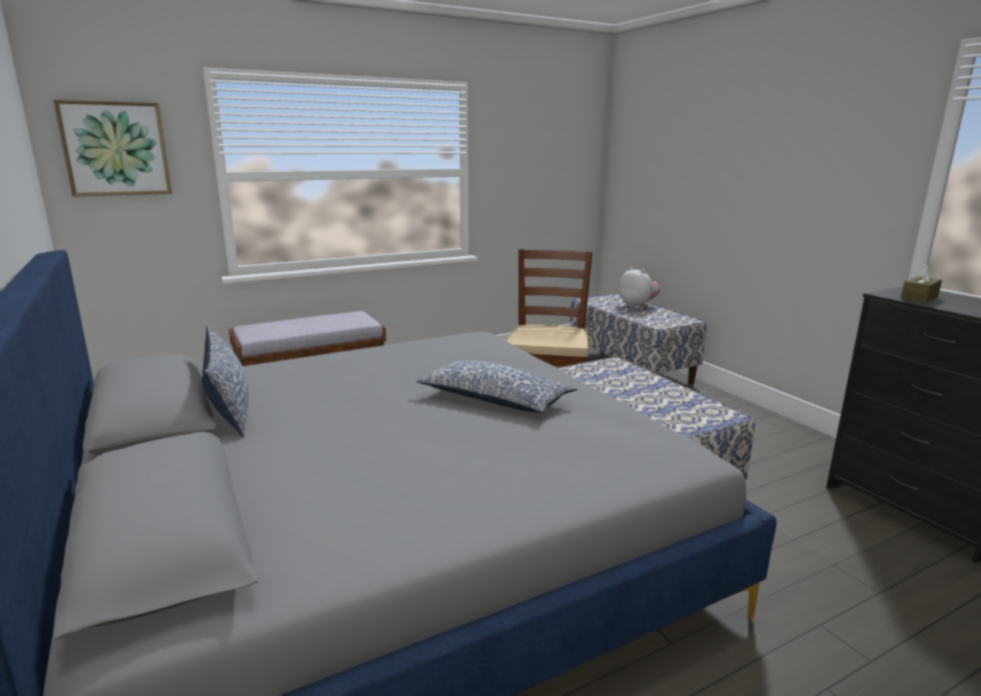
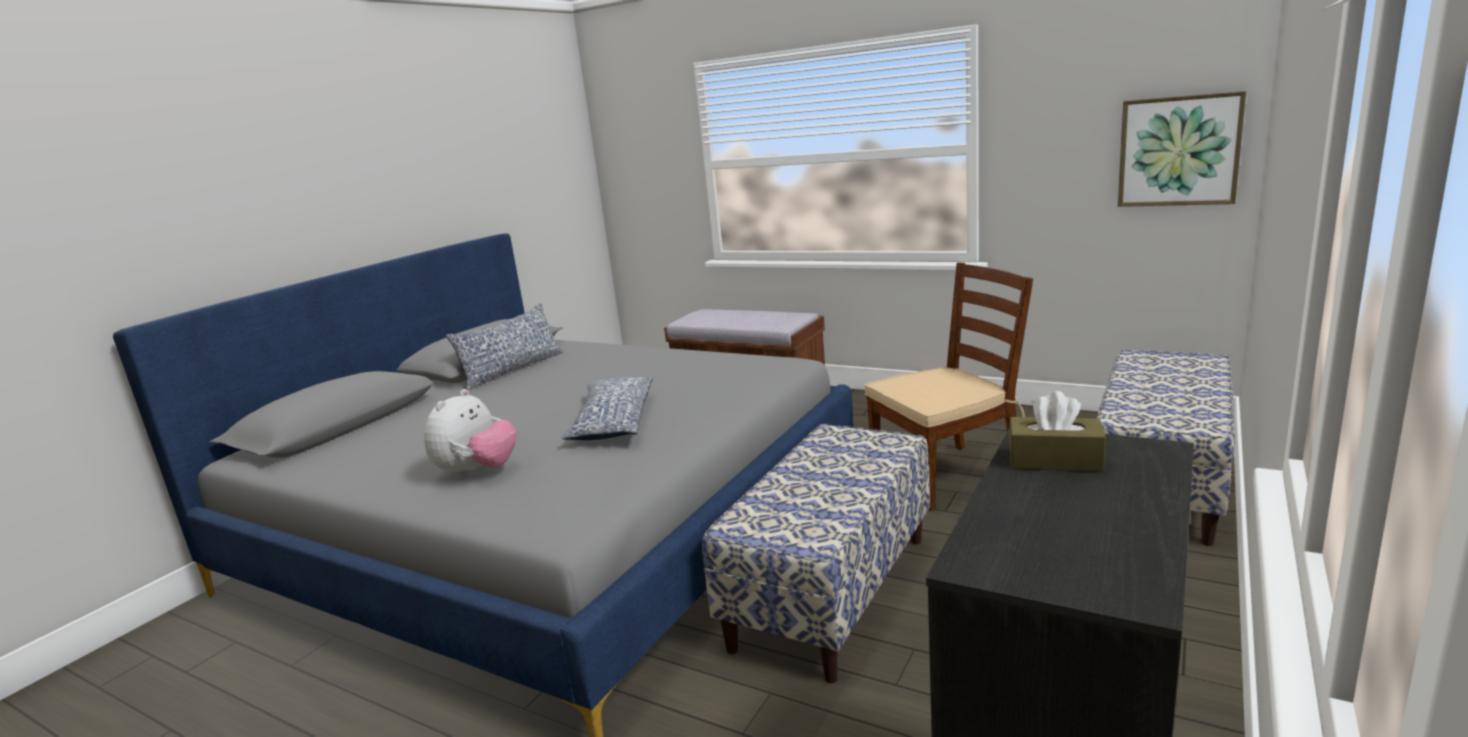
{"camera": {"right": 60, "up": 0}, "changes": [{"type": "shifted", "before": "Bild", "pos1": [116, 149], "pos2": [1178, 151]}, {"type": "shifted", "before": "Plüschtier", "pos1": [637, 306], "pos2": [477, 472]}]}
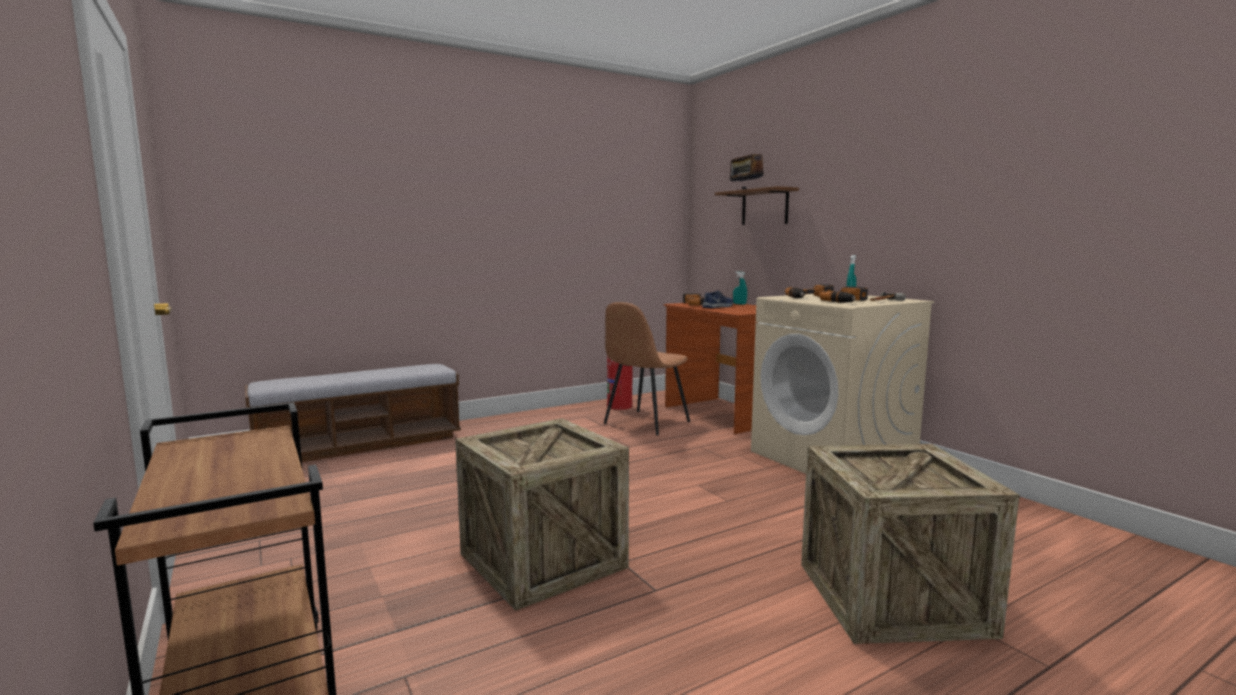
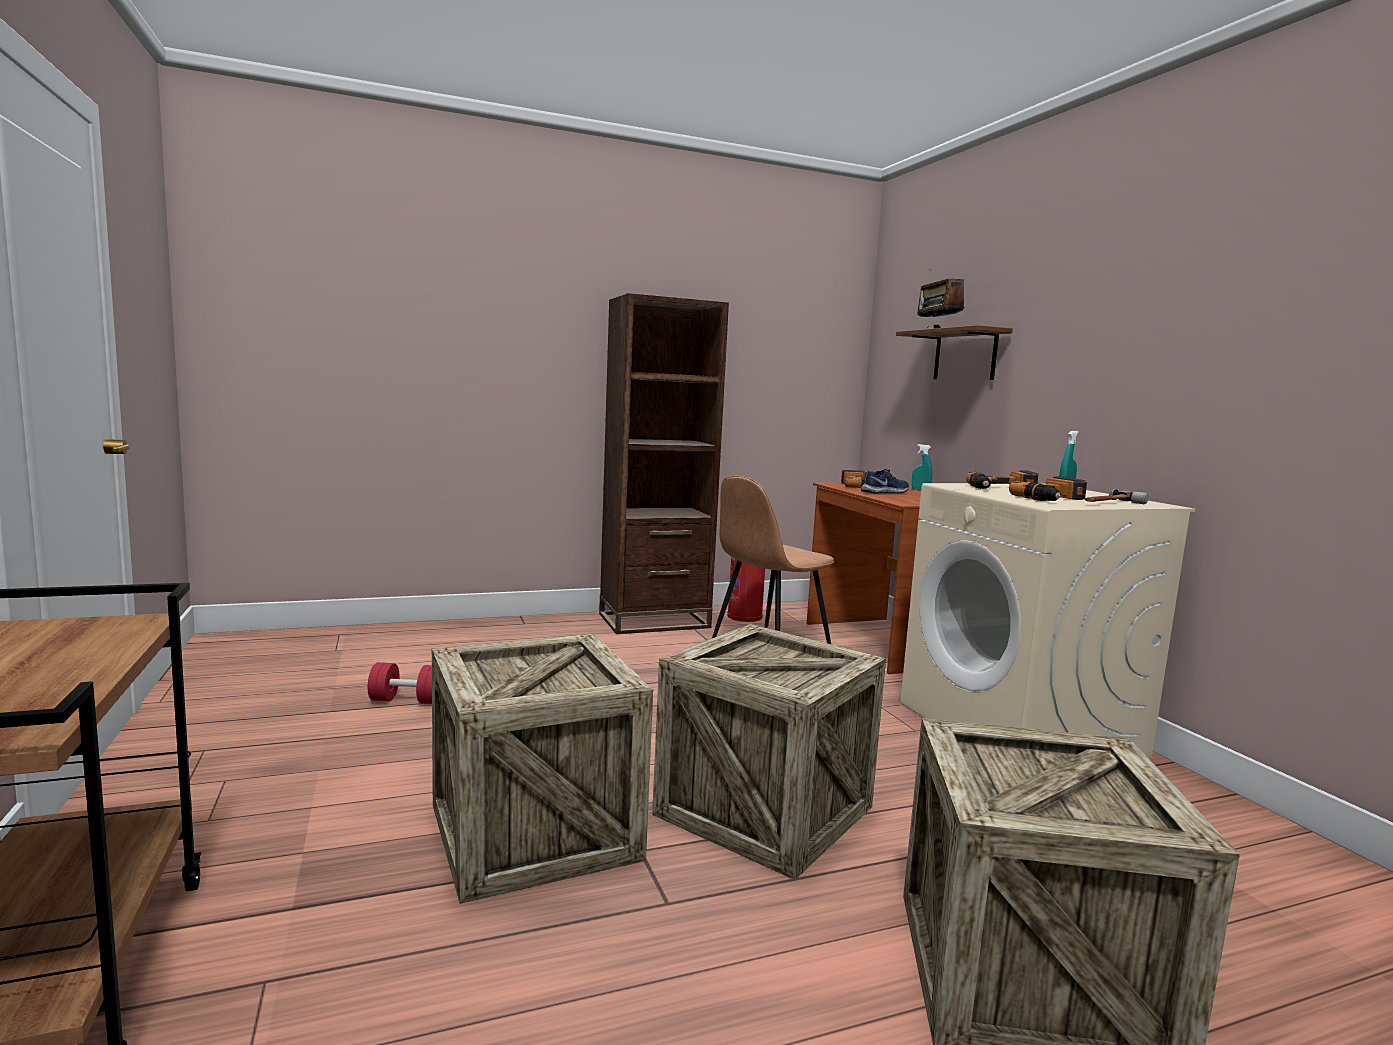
{"camera": {"right": 10, "up": 0}, "changes": [{"type": "gone", "before": "Bank", "pos1": [361, 445]}, {"type": "new", "after": "Bücherregal (braun)", "pos2": [654, 621]}, {"type": "new", "after": "Kiste", "pos2": [764, 811]}, {"type": "new", "after": "Hantel (rot)", "pos2": [407, 700]}]}
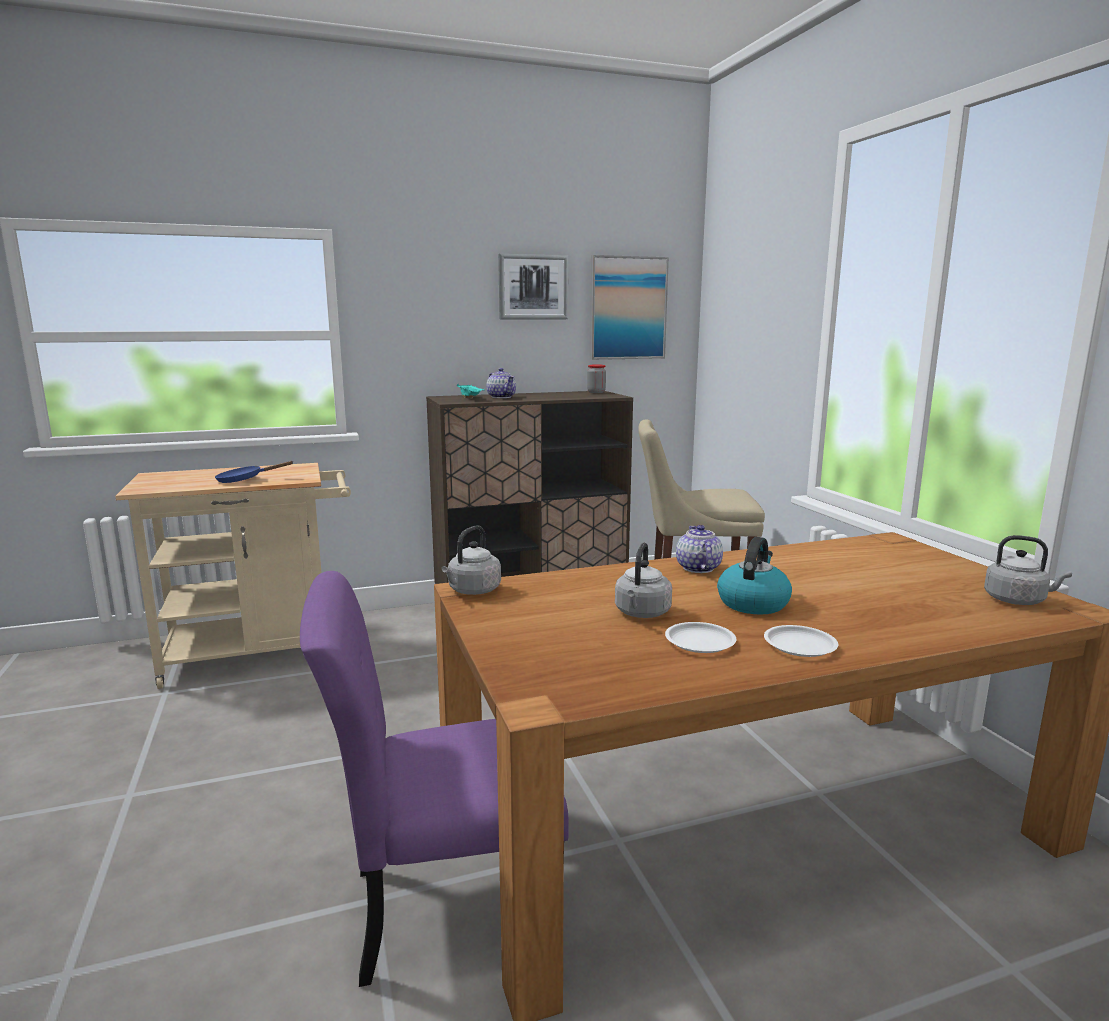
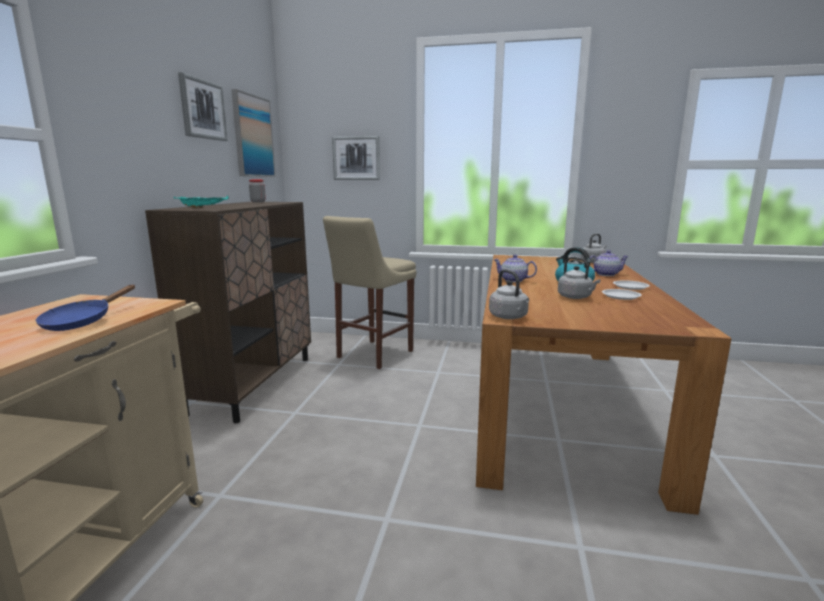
{"camera": {"right": -60, "up": 0}, "changes": [{"type": "shifted", "before": "Teekanne", "pos1": [501, 397], "pos2": [605, 274]}, {"type": "gone", "before": "Stuhl (lila)", "pos1": [443, 906]}, {"type": "new", "after": "Bild", "pos2": [356, 158]}]}
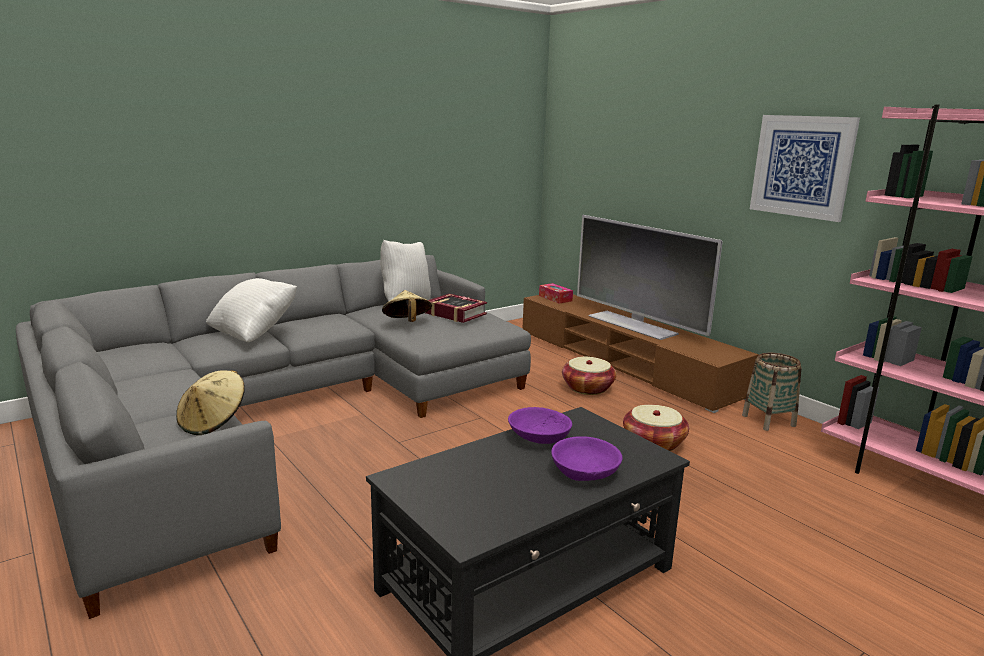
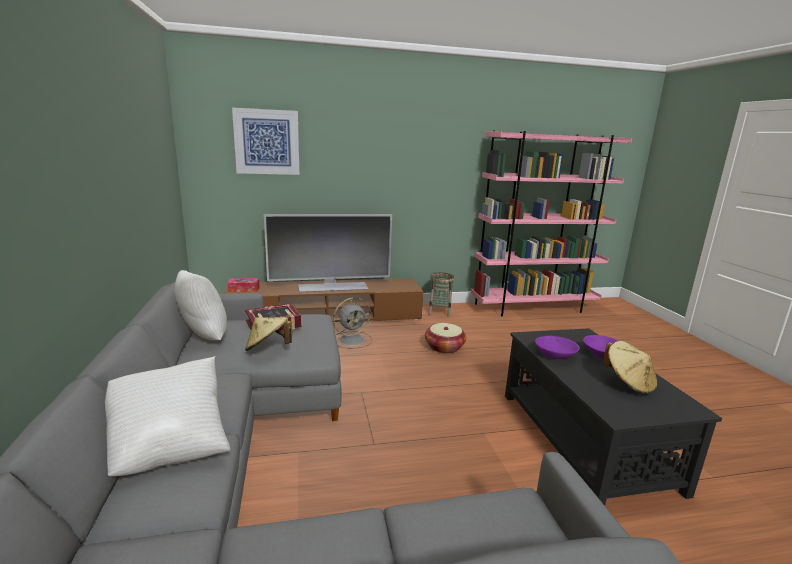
{"camera": {"right": -65, "up": 0}, "changes": [{"type": "shifted", "before": "Bild", "pos1": [802, 166], "pos2": [267, 142]}, {"type": "swapped", "before": "Korb", "after": "Ventilator (grau)", "pos1": [587, 388], "pos2": [353, 340]}, {"type": "shifted", "before": "Hut (beige)", "pos1": [213, 422], "pos2": [628, 383]}]}
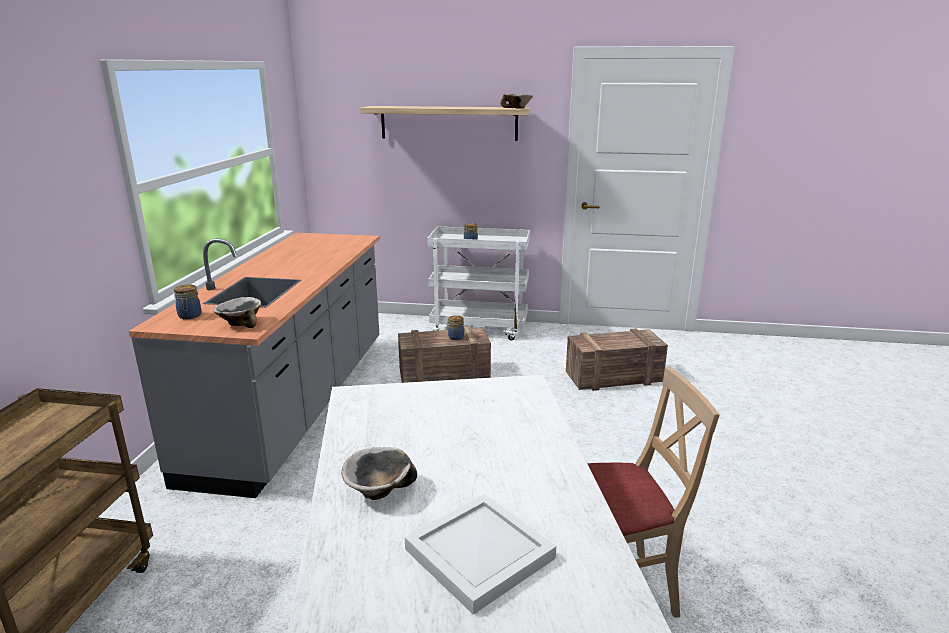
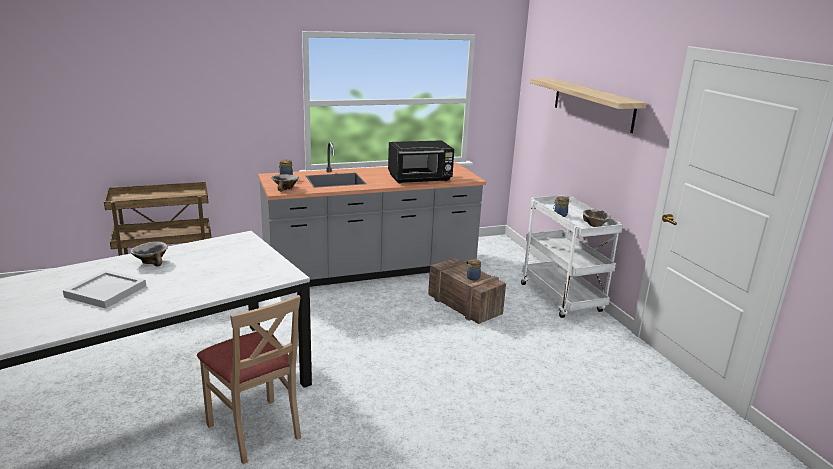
{"camera": {"right": 60, "up": 0}, "changes": [{"type": "shifted", "before": "Schüssel", "pos1": [517, 108], "pos2": [595, 225]}, {"type": "gone", "before": "Kiste", "pos1": [614, 377]}, {"type": "new", "after": "Mikrowelle (schwarz)", "pos2": [420, 179]}]}
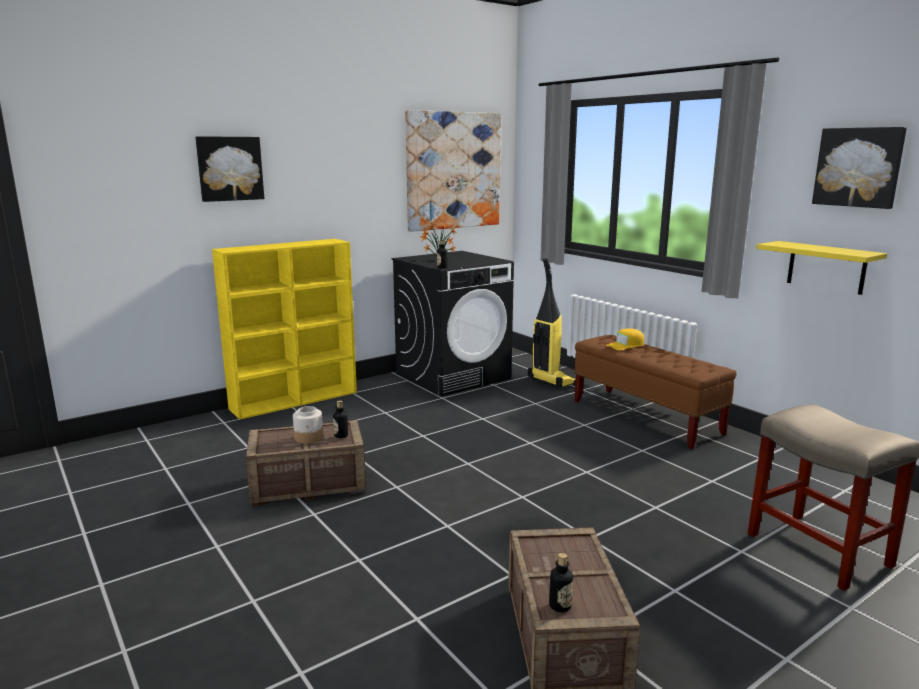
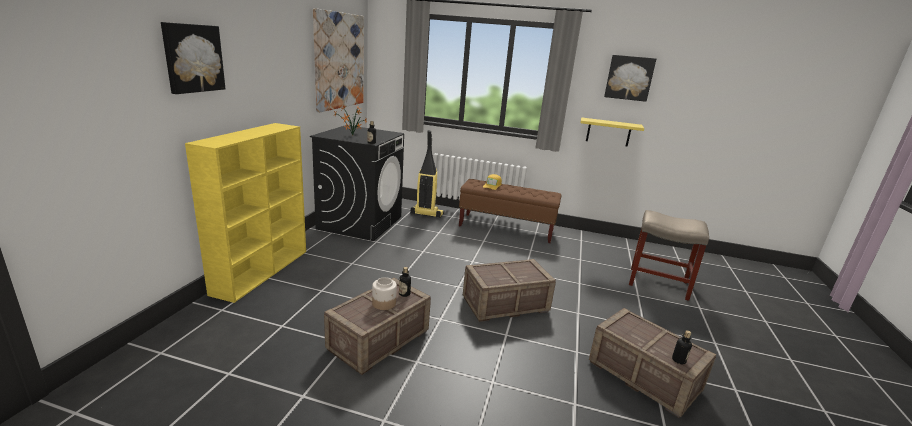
{"camera": {"right": -40, "up": 5}, "changes": [{"type": "new", "after": "Kiste", "pos2": [505, 304]}]}
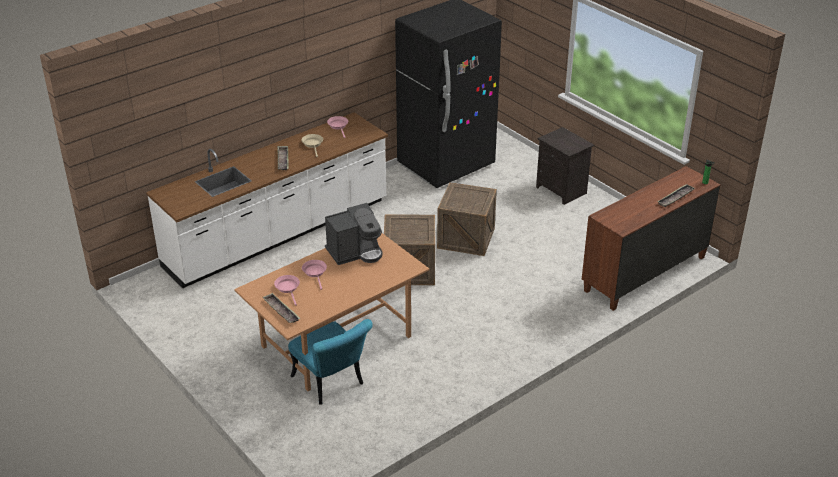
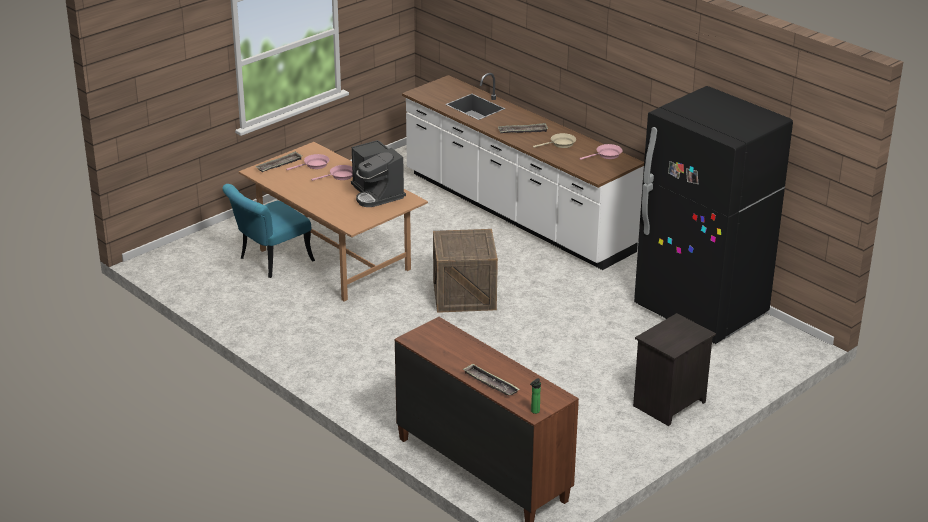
{"camera": {"right": 85, "up": -5}, "changes": [{"type": "gone", "before": "Kiste", "pos1": [466, 238]}]}
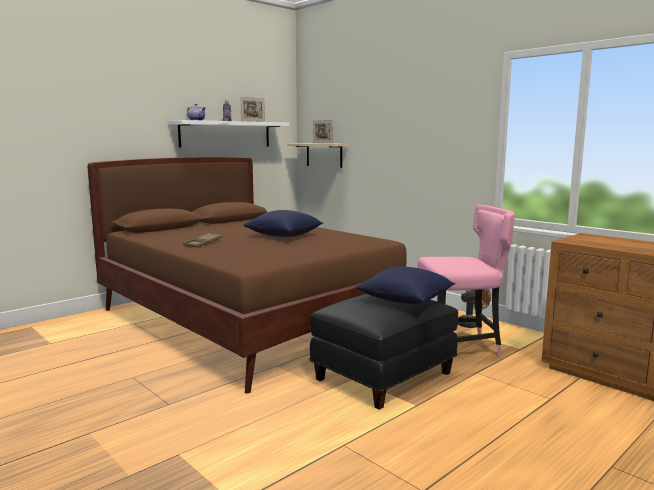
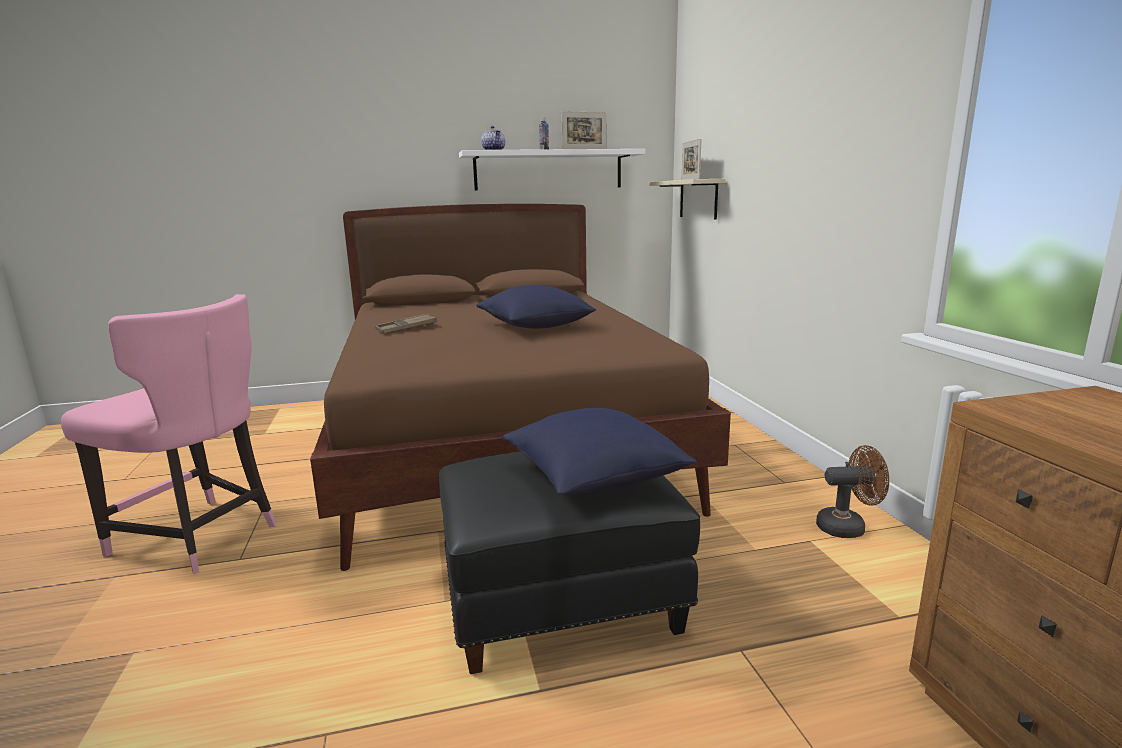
{"camera": {"right": 30, "up": 5}, "changes": [{"type": "shifted", "before": "Stuhl (rosa)", "pos1": [461, 346], "pos2": [200, 538]}]}
